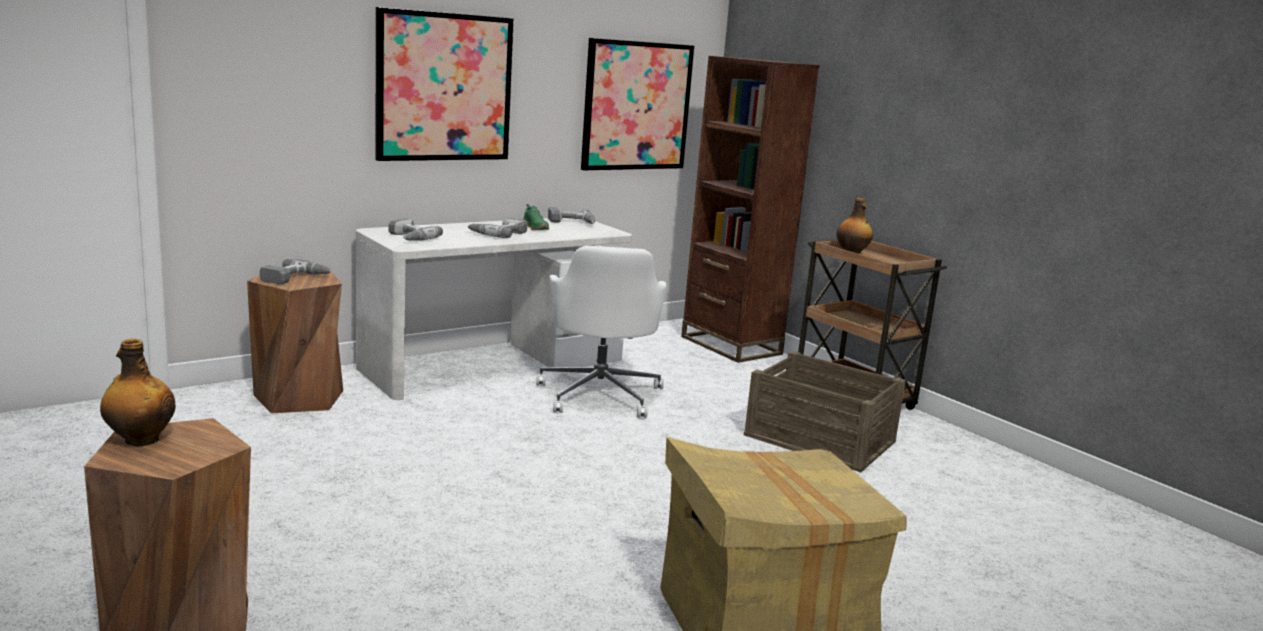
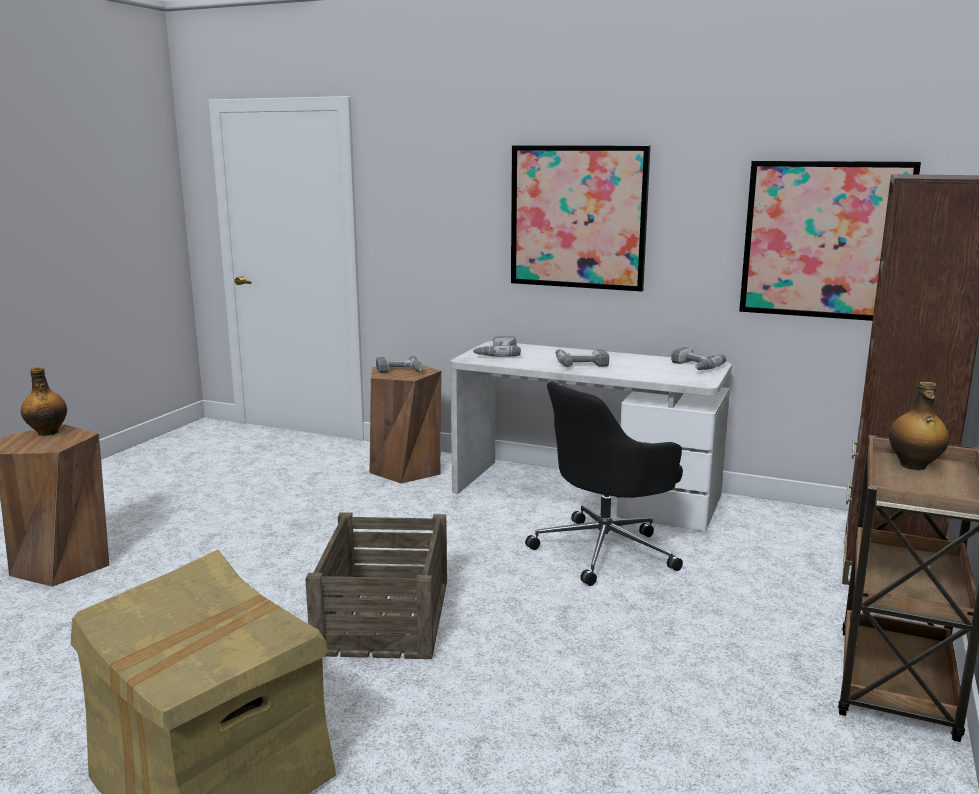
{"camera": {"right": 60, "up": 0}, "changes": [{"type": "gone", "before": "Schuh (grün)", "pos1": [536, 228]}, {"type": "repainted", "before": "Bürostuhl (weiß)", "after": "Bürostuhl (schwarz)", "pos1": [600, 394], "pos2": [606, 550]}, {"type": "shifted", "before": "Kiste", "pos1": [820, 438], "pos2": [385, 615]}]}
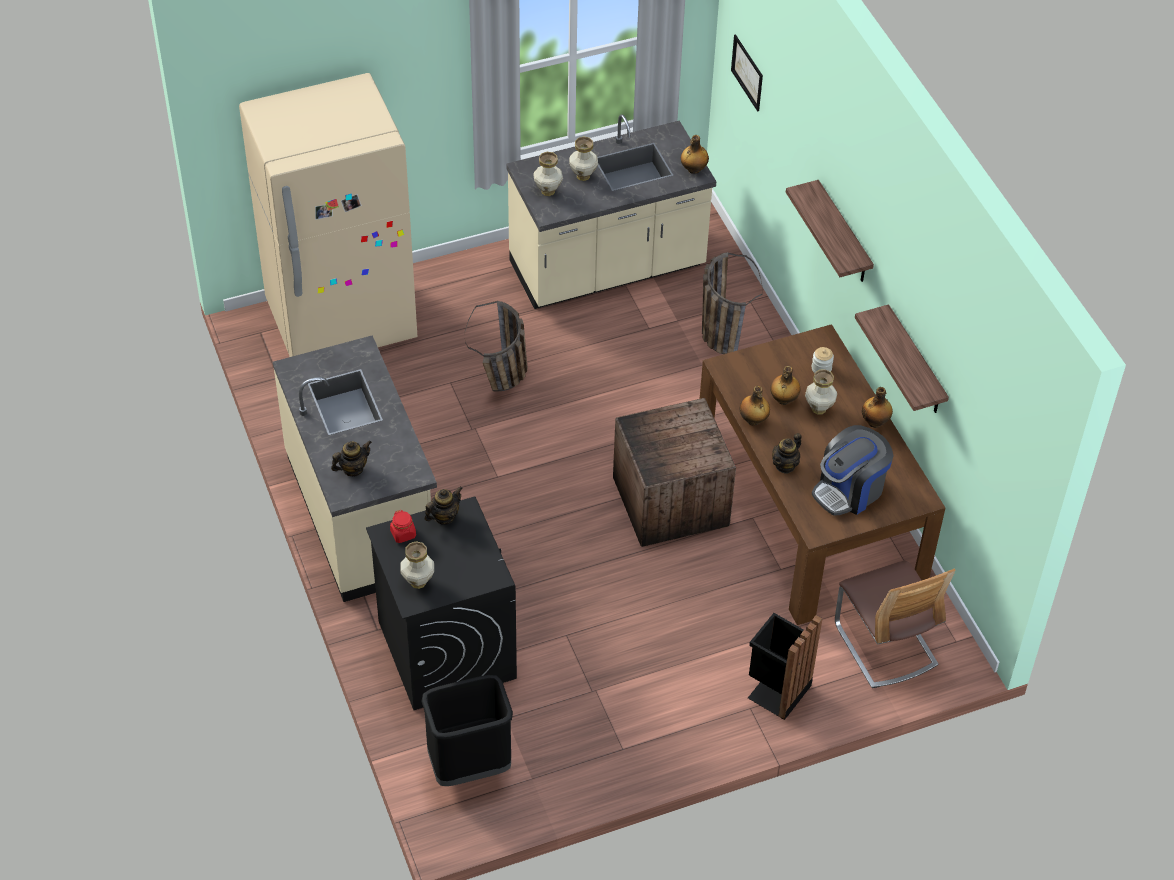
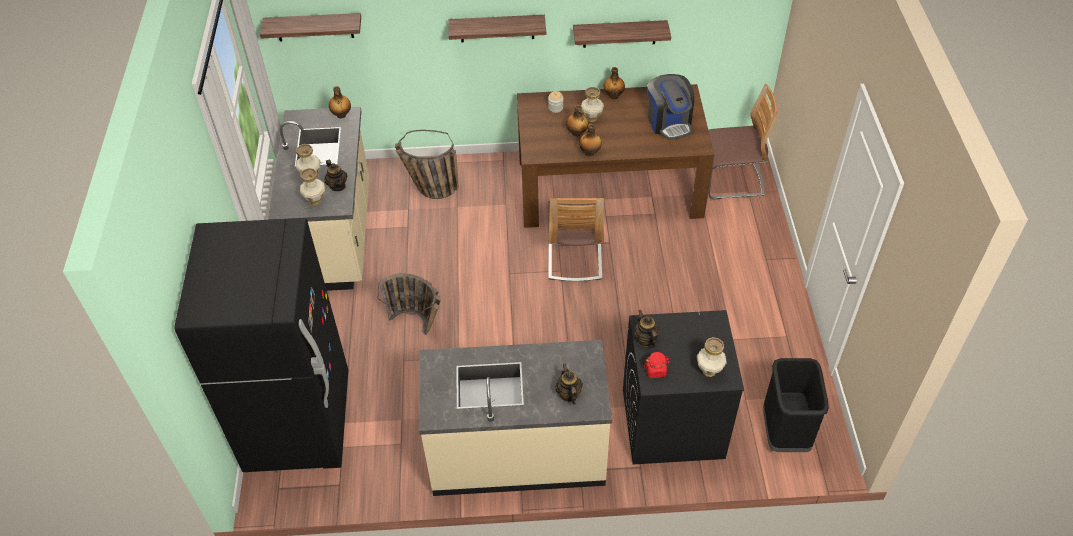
{"camera": {"right": -70, "up": 0}, "changes": [{"type": "swapped", "before": "Bild", "after": "Wandregal", "pos1": [747, 72], "pos2": [314, 27]}, {"type": "repainted", "before": "Kühlschrank (beige)", "after": "Kühlschrank (schwarz)", "pos1": [341, 322], "pos2": [299, 422]}, {"type": "swapped", "before": "Kiste", "after": "Stuhl", "pos1": [668, 500], "pos2": [574, 256]}, {"type": "shifted", "before": "Teekanne", "pos1": [785, 465], "pos2": [338, 186]}, {"type": "gone", "before": "Mülleimer (schwarz)", "pos1": [776, 690]}]}
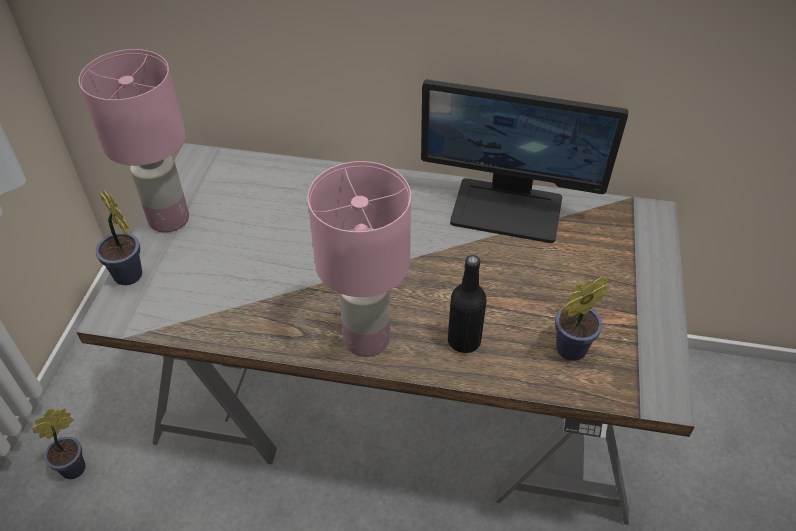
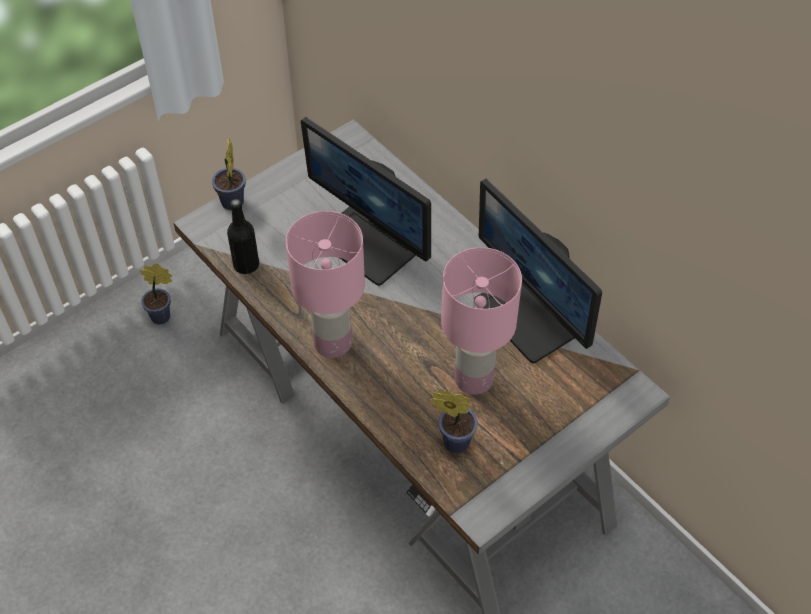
{"camera": {"right": 40, "up": 5}, "changes": [{"type": "shifted", "before": "Tischlampe (rosa)", "pos1": [167, 219], "pos2": [472, 379]}, {"type": "shifted", "before": "Flasche (schwarz)", "pos1": [464, 341], "pos2": [246, 265]}, {"type": "new", "after": "Monitor", "pos2": [368, 244]}]}
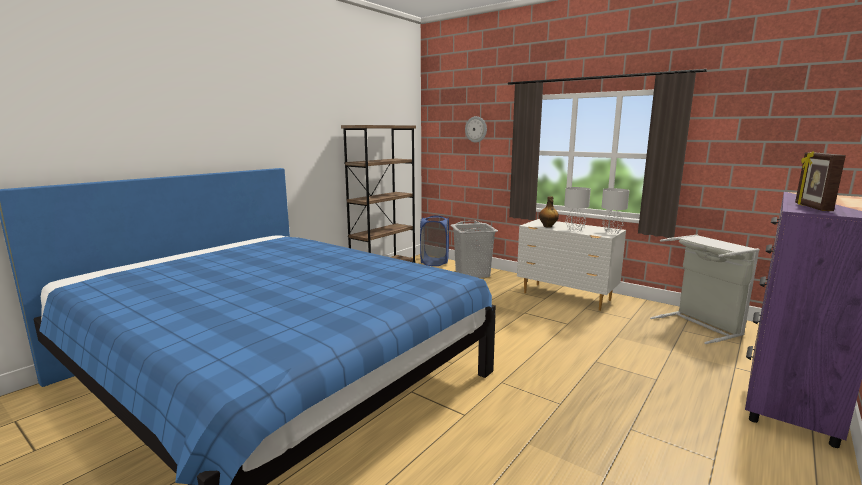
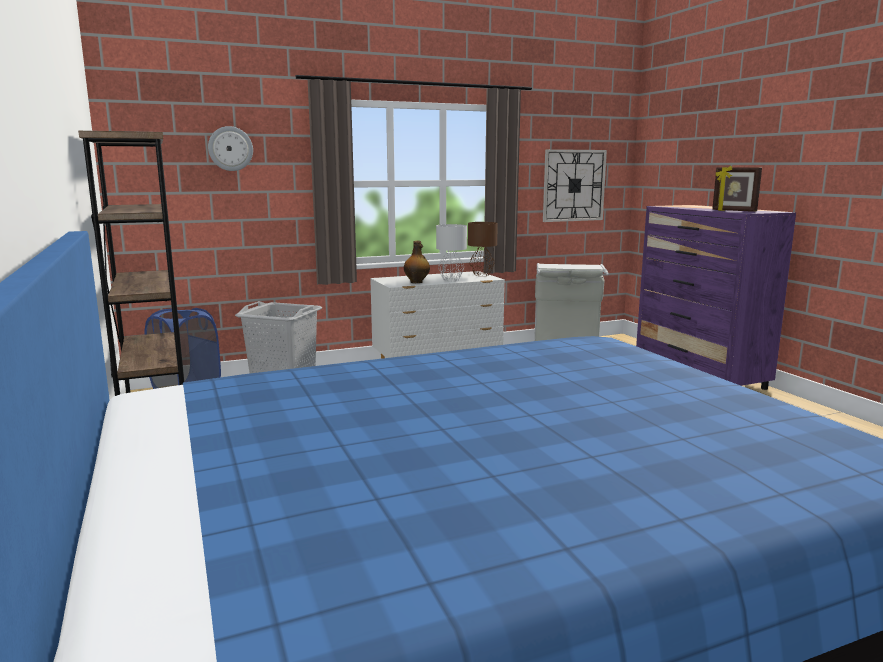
{"camera": {"right": -60, "up": 0}, "changes": [{"type": "repainted", "before": "Tischlampe (grau)", "after": "Tischlampe (braun)", "pos1": [611, 232], "pos2": [481, 275]}, {"type": "new", "after": "Wanduhr", "pos2": [574, 185]}]}
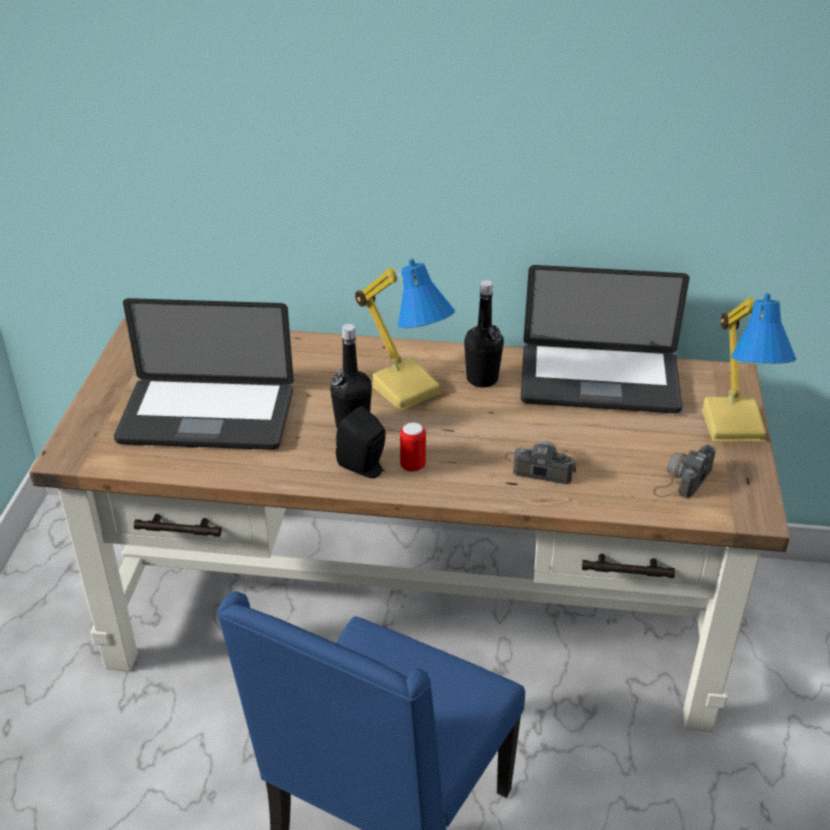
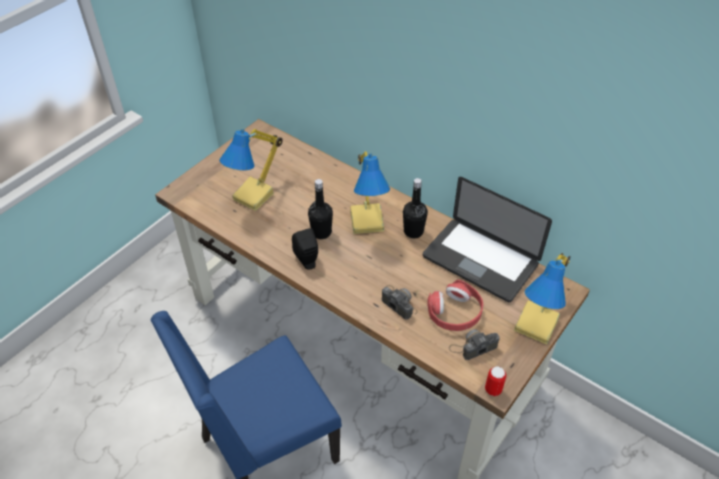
{"camera": {"right": 30, "up": 10}, "changes": [{"type": "swapped", "before": "Laptop", "after": "Tischlampe", "pos1": [207, 417], "pos2": [254, 196]}, {"type": "shifted", "before": "Dose", "pos1": [413, 466], "pos2": [493, 389]}, {"type": "new", "after": "Kopfhörer (rot)", "pos2": [454, 312]}]}
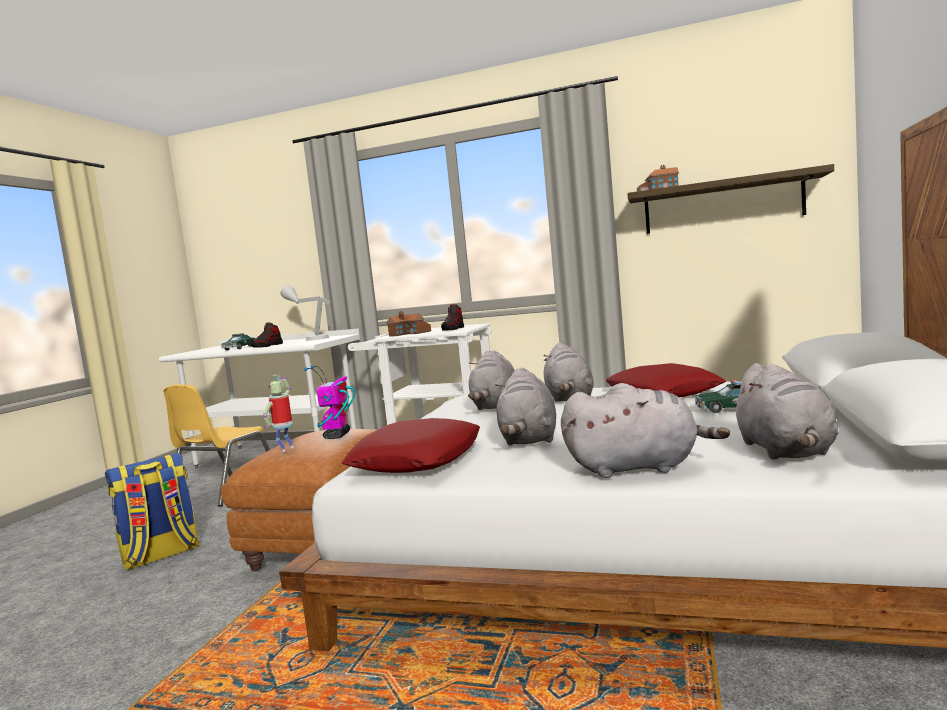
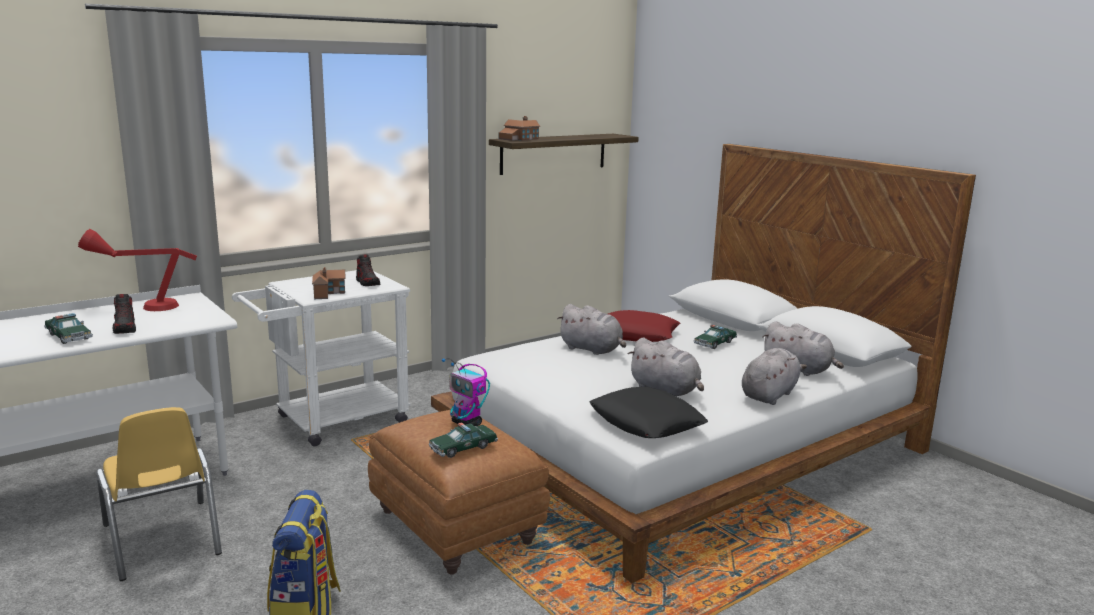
{"camera": {"right": -55, "up": 10}, "changes": [{"type": "repainted", "before": "Tischlampe (grau)", "after": "Tischlampe (rot)", "pos1": [310, 339], "pos2": [142, 307]}, {"type": "gone", "before": "Plüschtier (grau)", "pos1": [495, 406]}, {"type": "swapped", "before": "Spielzeugroboter", "after": "Spielzeugauto", "pos1": [286, 449], "pos2": [463, 448]}, {"type": "repainted", "before": "Kissen (rot)", "after": "Kissen (schwarz)", "pos1": [417, 459], "pos2": [646, 422]}]}
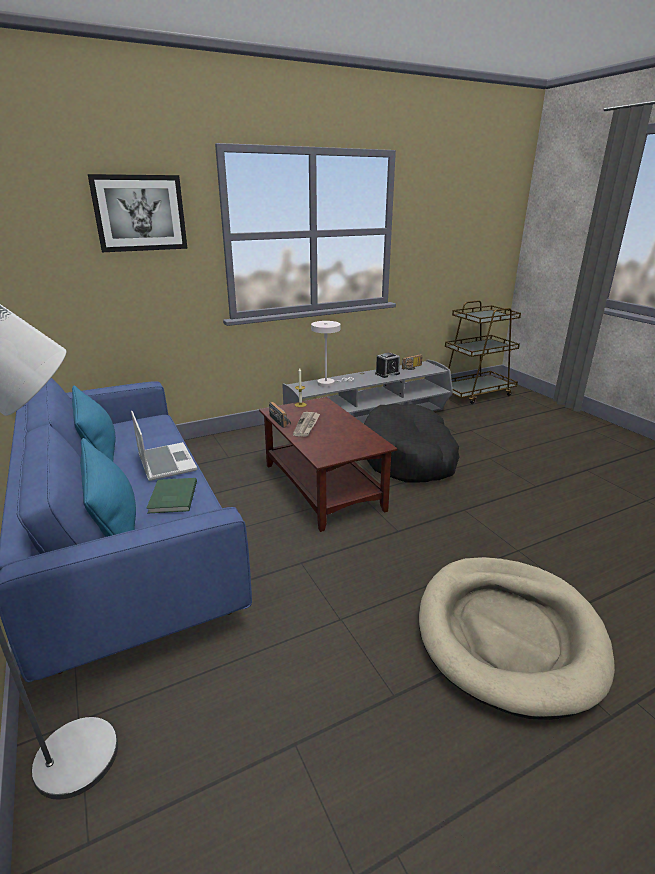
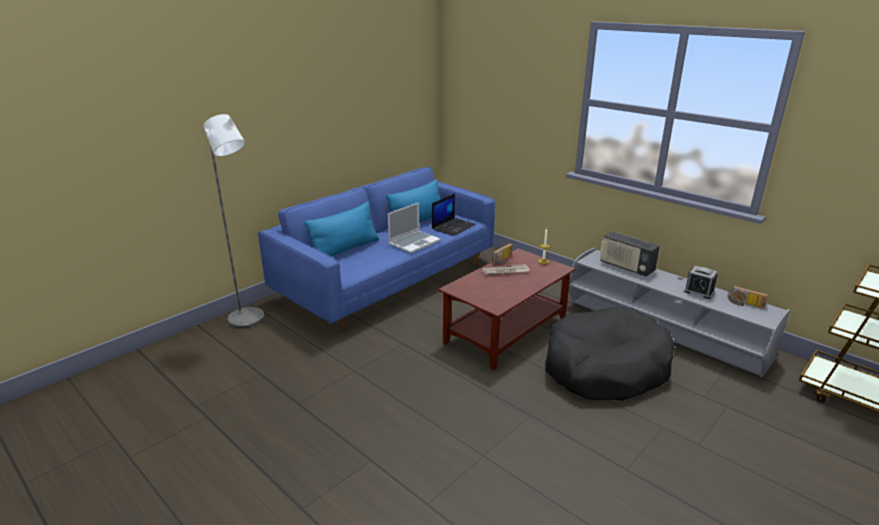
{"camera": {"right": 70, "up": 0}, "changes": [{"type": "gone", "before": "Bild", "pos1": [140, 213]}, {"type": "swapped", "before": "Tischlampe (weiß)", "after": "Radio", "pos1": [328, 383], "pos2": [626, 267]}, {"type": "gone", "before": "Buch (grün)", "pos1": [171, 497]}, {"type": "gone", "before": "Hundebett (beige)", "pos1": [508, 634]}, {"type": "new", "after": "Laptop", "pos2": [453, 227]}]}
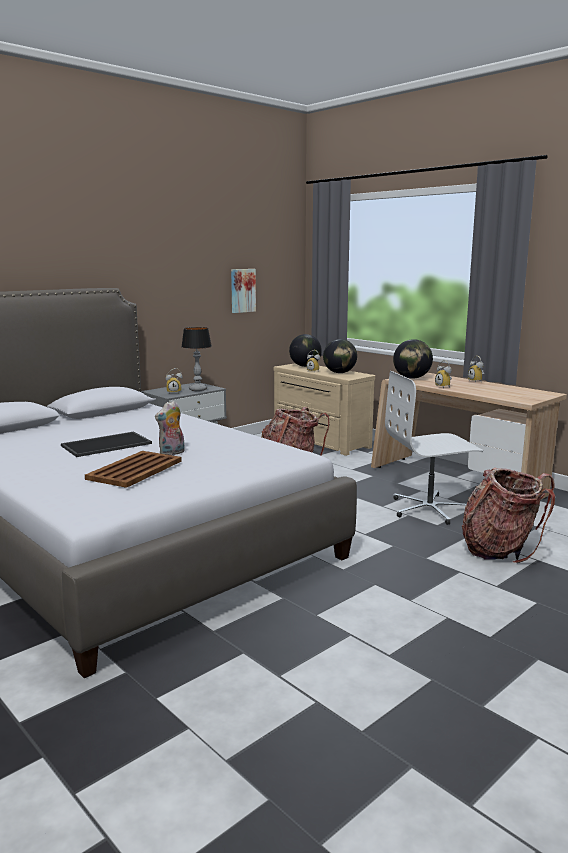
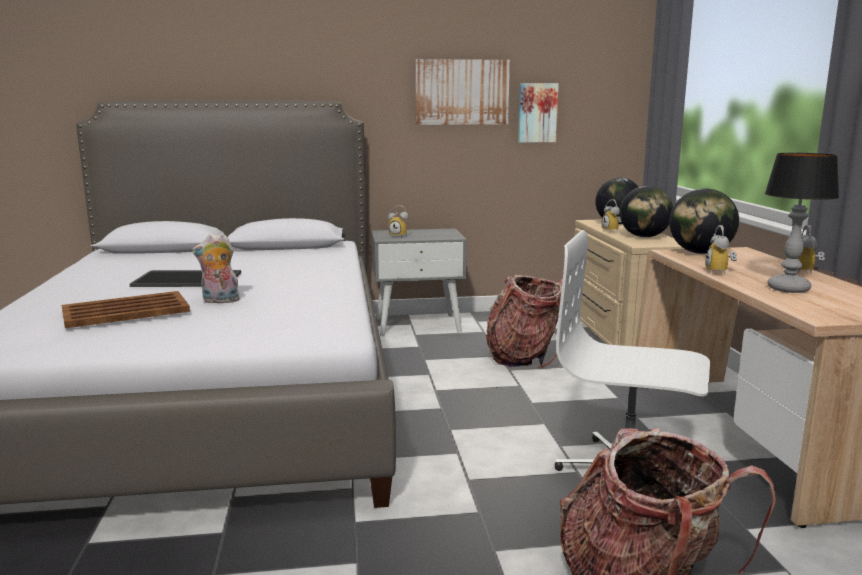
{"camera": {"right": 35, "up": 0}, "changes": [{"type": "shifted", "before": "Tischlampe", "pos1": [197, 389], "pos2": [787, 288]}, {"type": "new", "after": "Bild", "pos2": [462, 92]}]}
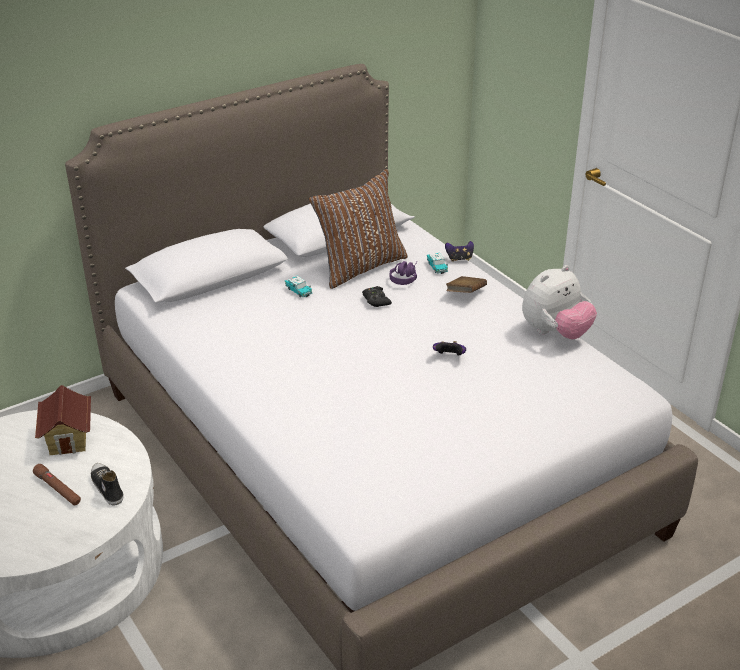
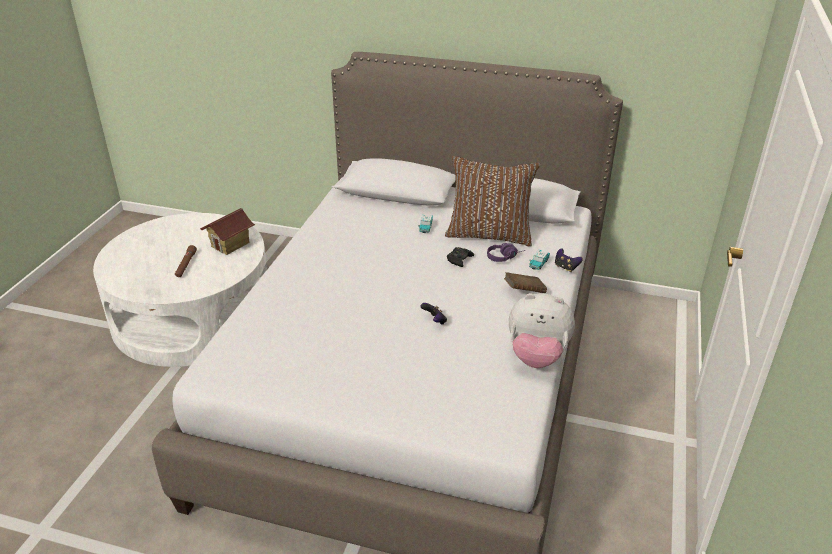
{"camera": {"right": 50, "up": 0}, "changes": [{"type": "gone", "before": "Schuh", "pos1": [106, 487]}]}
